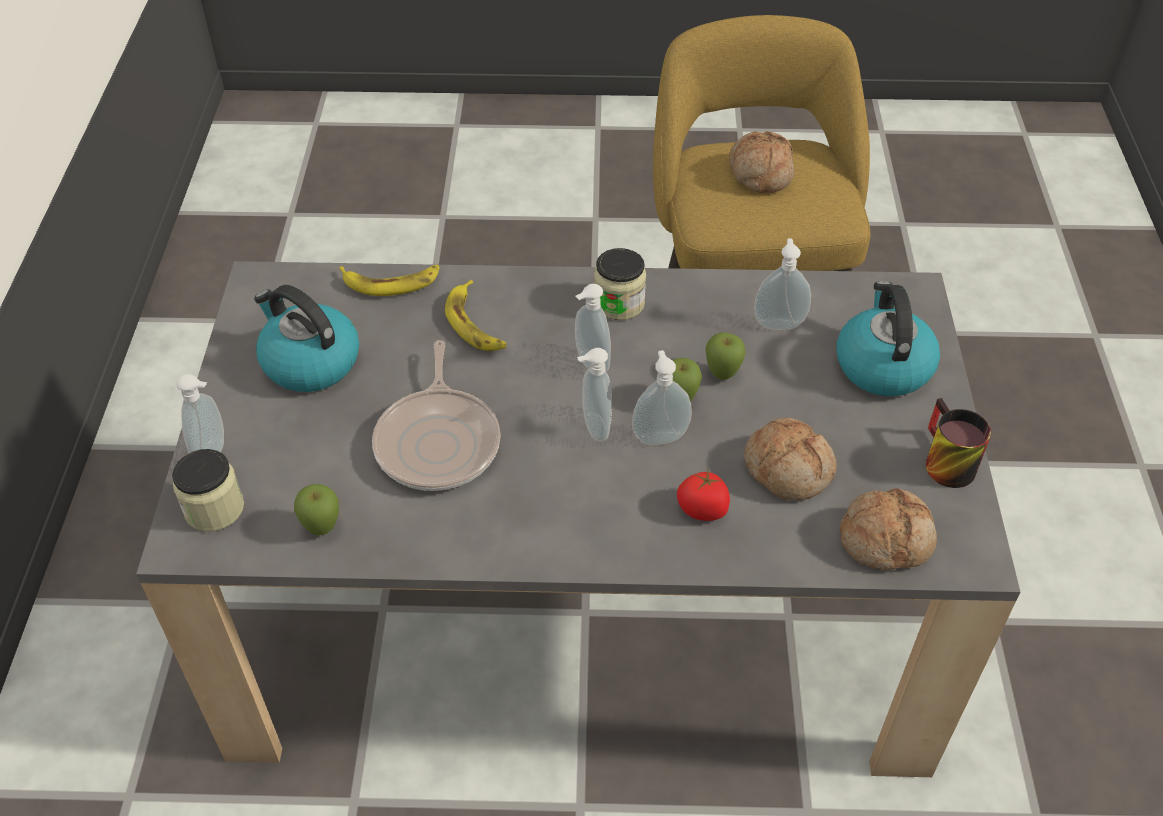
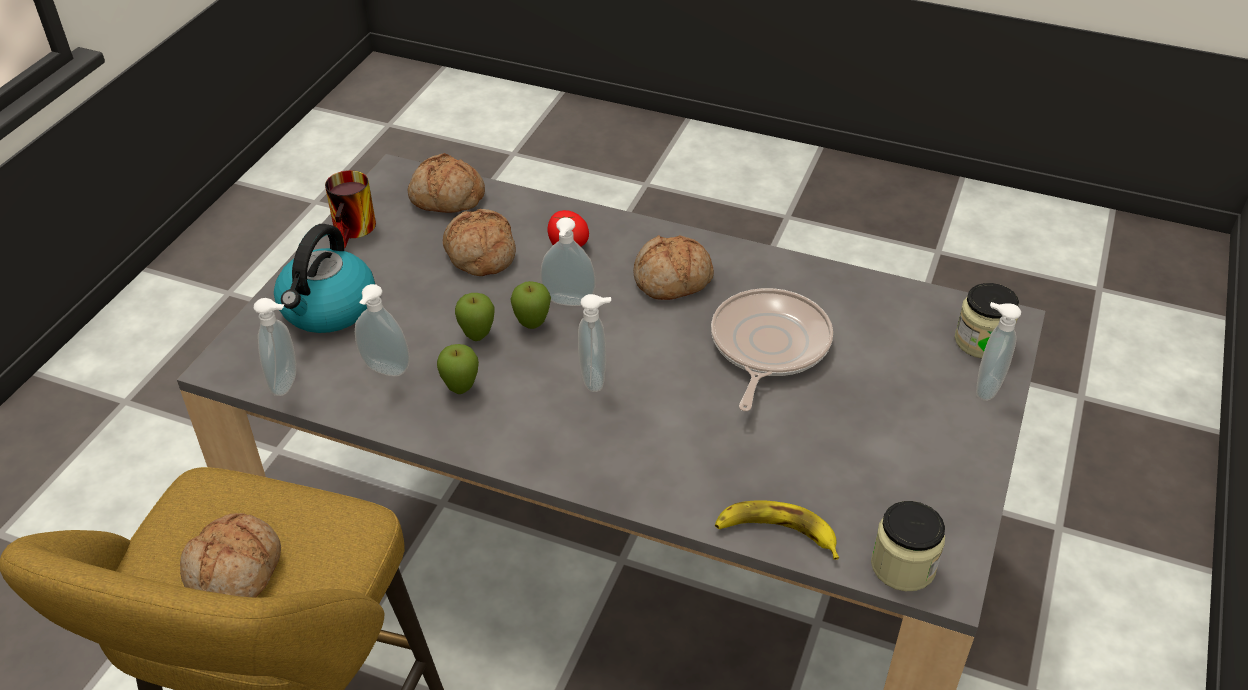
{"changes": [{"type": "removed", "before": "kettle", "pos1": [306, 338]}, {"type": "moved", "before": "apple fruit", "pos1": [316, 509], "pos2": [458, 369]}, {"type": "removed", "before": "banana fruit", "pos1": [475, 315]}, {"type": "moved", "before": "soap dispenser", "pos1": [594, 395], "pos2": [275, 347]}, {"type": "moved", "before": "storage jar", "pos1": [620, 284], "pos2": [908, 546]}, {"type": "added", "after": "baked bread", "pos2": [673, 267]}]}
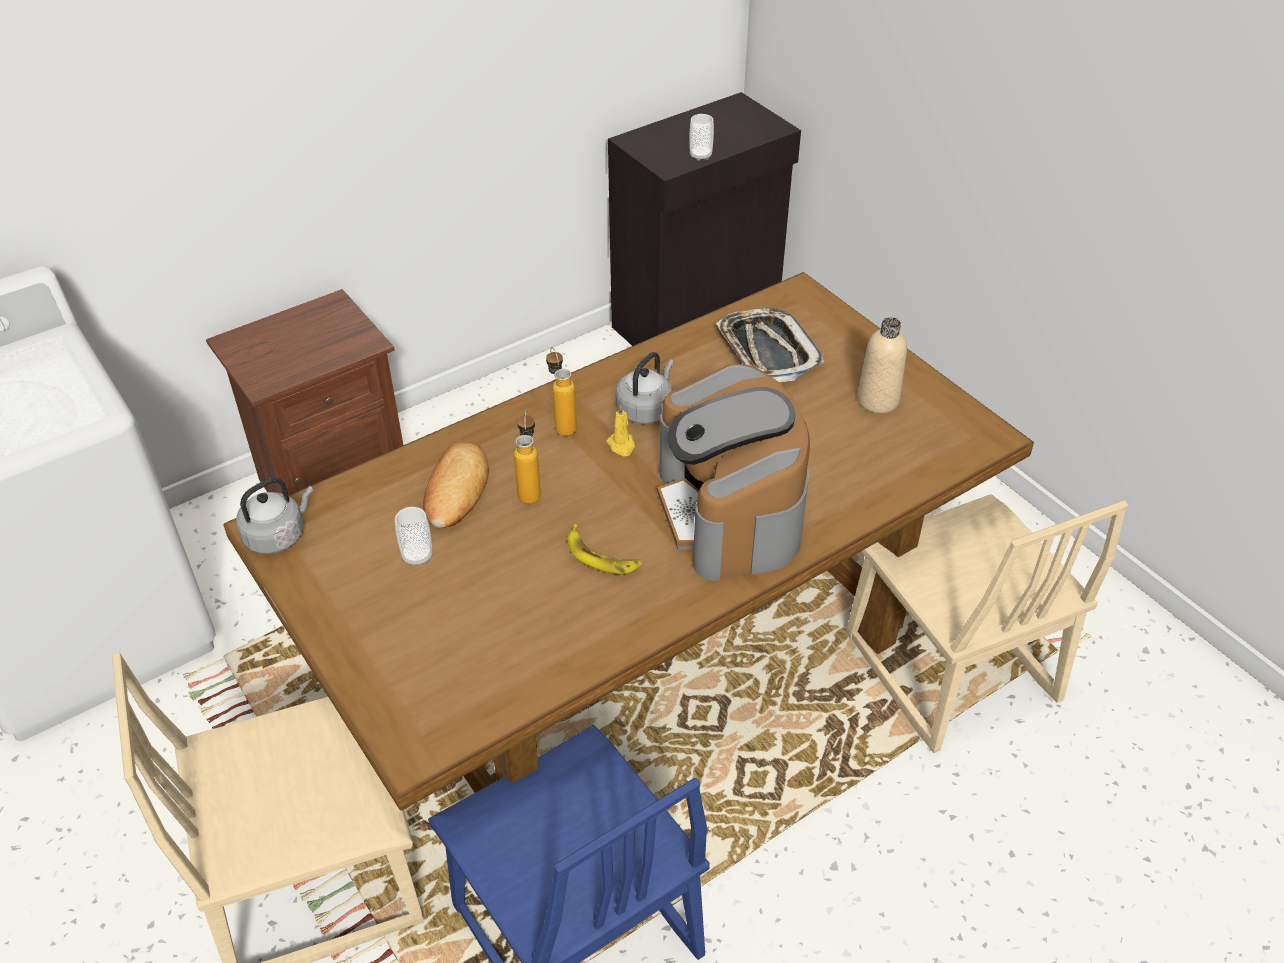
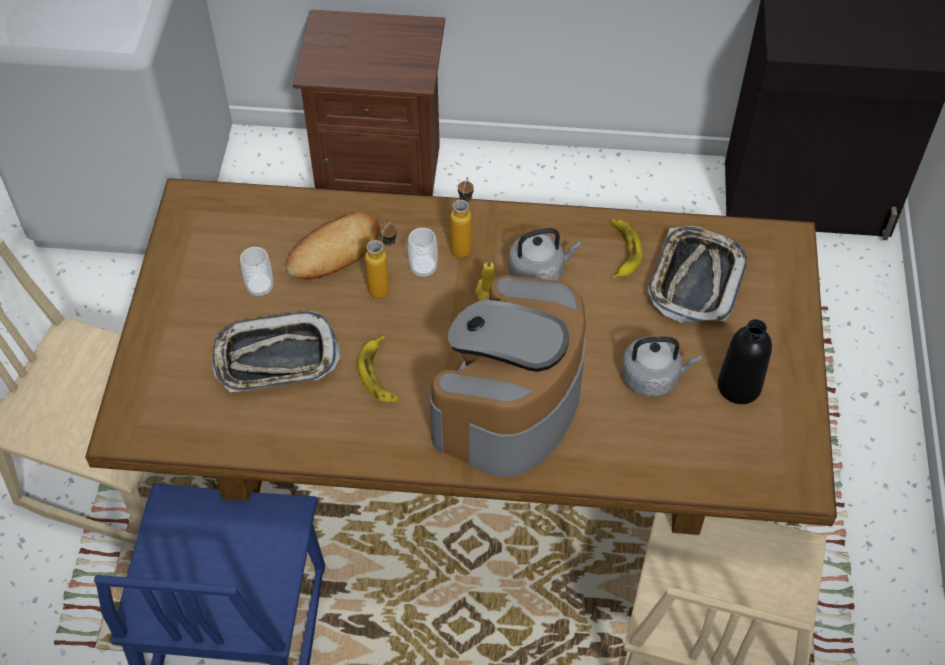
{"changes": [{"type": "moved", "before": "kettle (grey)", "pos1": [275, 516], "pos2": [661, 366]}, {"type": "moved", "before": "small cup", "pos1": [701, 137], "pos2": [423, 253]}, {"type": "recoloured", "before": "beverage bottle (sand-coloured)", "after": "beverage bottle (blackish)", "pos1": [882, 365], "pos2": [745, 361]}, {"type": "added", "after": "serving tray", "pos2": [276, 351]}, {"type": "added", "after": "banana fruit", "pos2": [626, 249]}]}
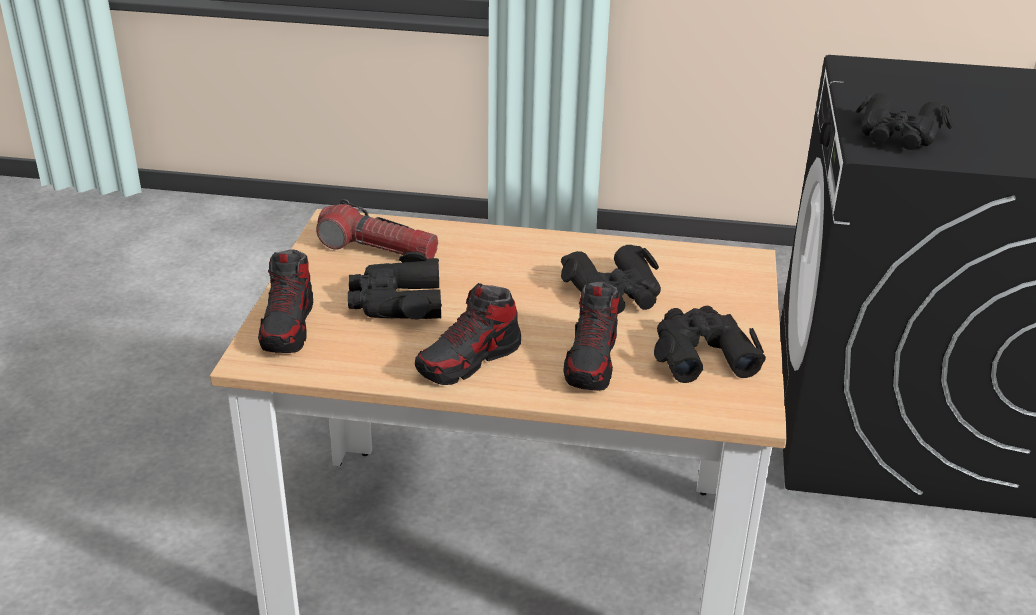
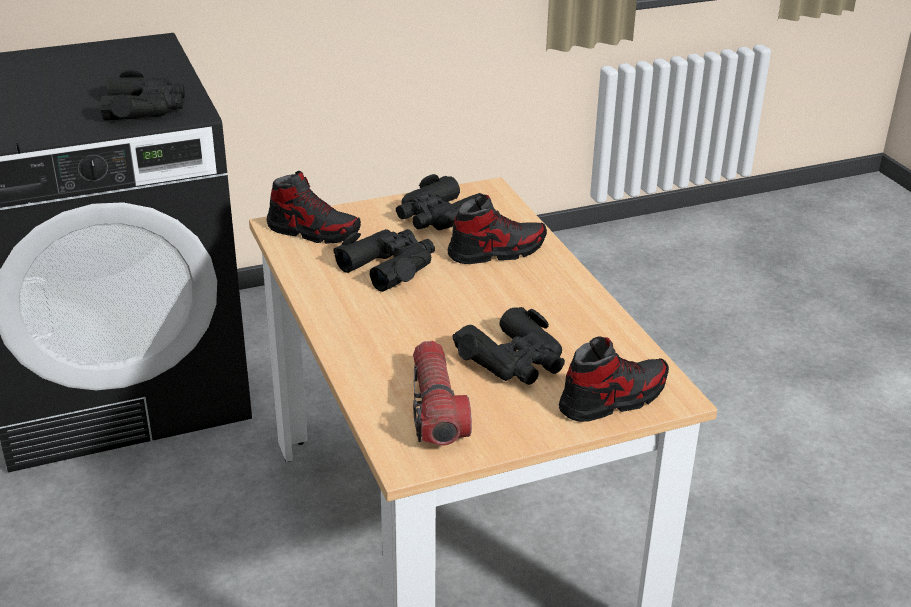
{"changes": [{"type": "moved", "before": "low shoe", "pos1": [468, 334], "pos2": [314, 207]}]}
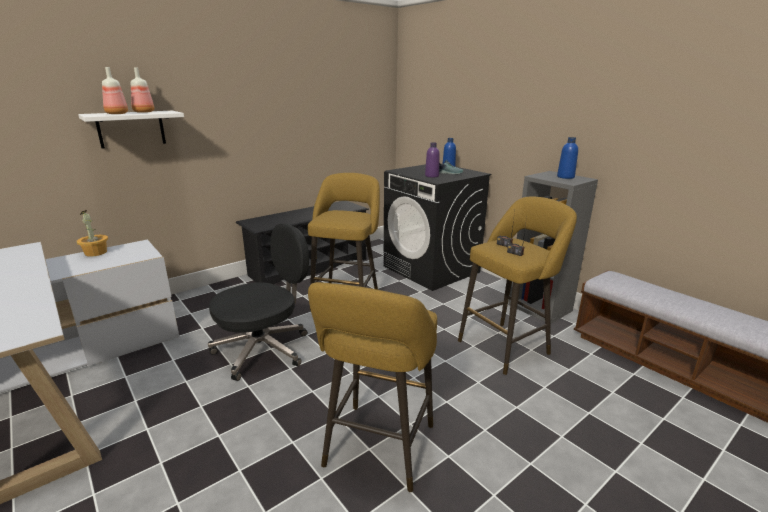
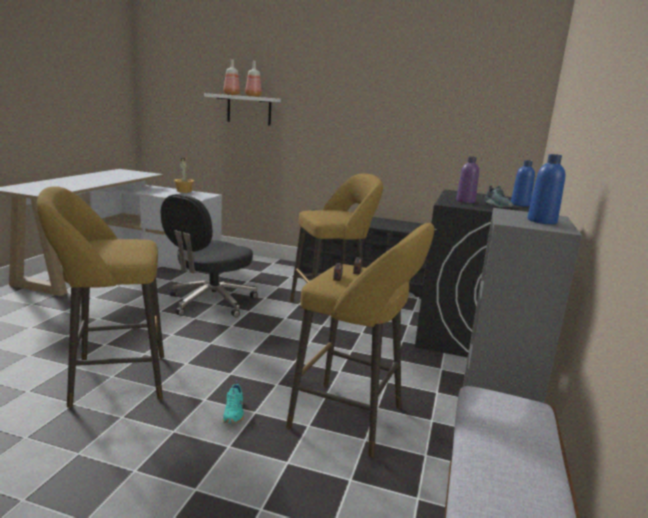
{"changes": [{"type": "turned", "before": "office chair (blackish)", "pos1": [258, 302], "pos2": [209, 255], "turn": 105}, {"type": "added", "after": "low shoe (turquoise)", "pos2": [233, 401]}]}
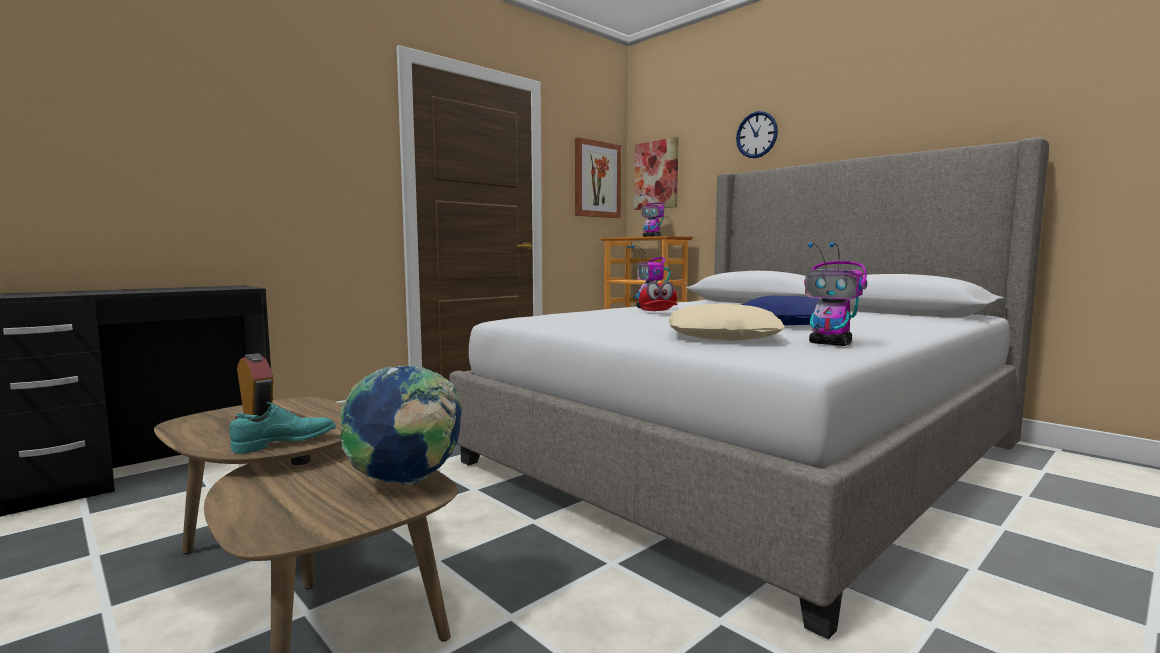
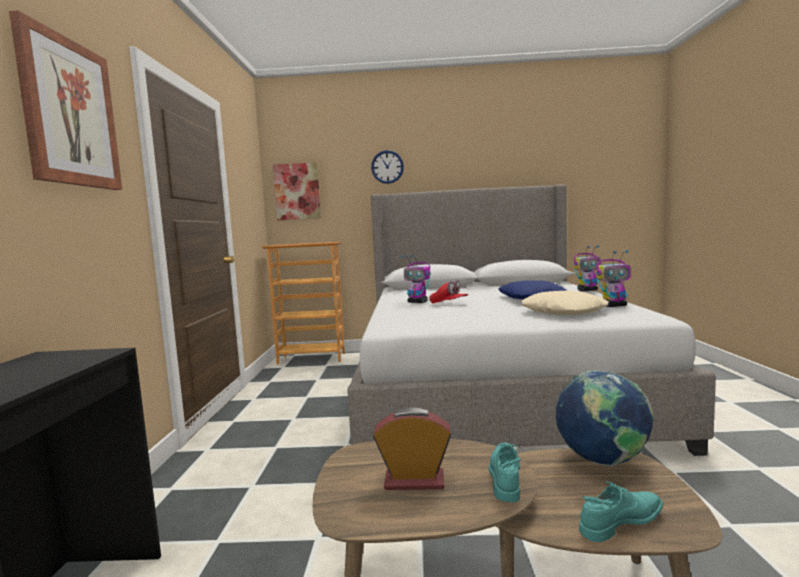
{"changes": [{"type": "moved", "before": "wall picture", "pos1": [598, 178], "pos2": [65, 100]}, {"type": "moved", "before": "toy robot", "pos1": [652, 215], "pos2": [587, 268]}, {"type": "added", "after": "low shoe (turquoise)", "pos2": [621, 511]}]}
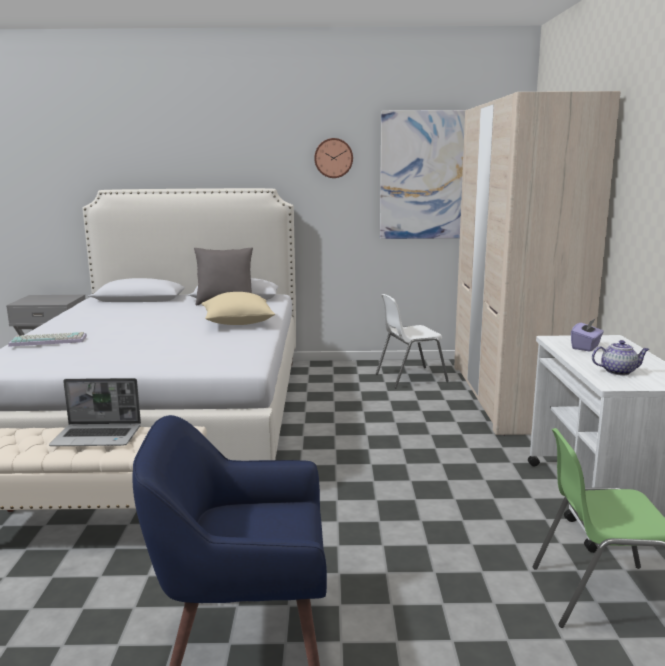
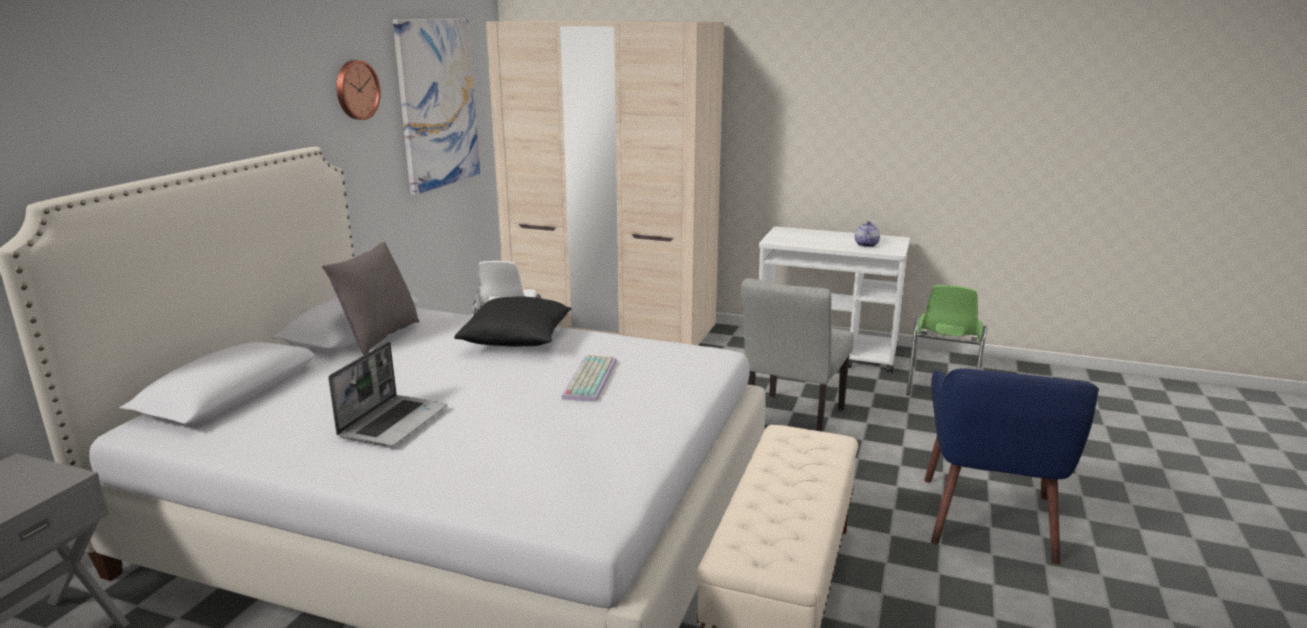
{"changes": [{"type": "moved", "before": "PC keyboard", "pos1": [47, 339], "pos2": [589, 378]}, {"type": "moved", "before": "laptop", "pos1": [95, 412], "pos2": [387, 394]}, {"type": "recoloured", "before": "throw pillow (sand-coloured)", "after": "throw pillow (blackish)", "pos1": [238, 308], "pos2": [513, 321]}, {"type": "removed", "before": "tissue holder (purplish)", "pos1": [587, 334]}, {"type": "added", "after": "chair (grey)", "pos2": [797, 355]}]}
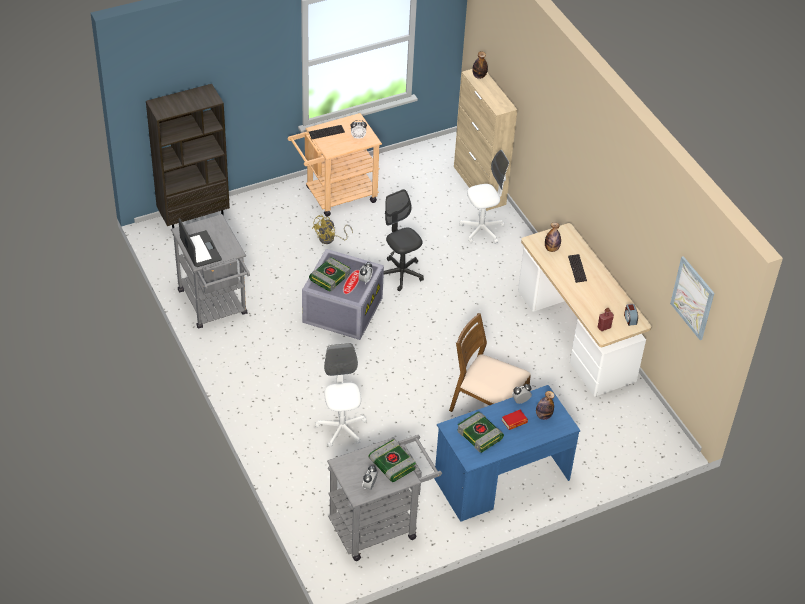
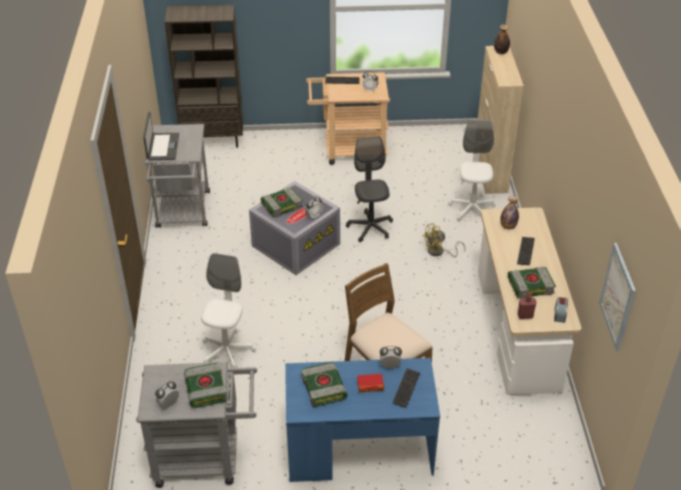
{"changes": [{"type": "moved", "before": "electric fan (yellow)", "pos1": [332, 229], "pos2": [443, 240]}, {"type": "turned", "before": "office chair (whitish)", "pos1": [484, 197], "pos2": [472, 170], "turn": -90}, {"type": "replaced", "before": "beverage bottle", "after": "PC keyboard", "pos1": [545, 405], "pos2": [406, 388]}, {"type": "added", "after": "book", "pos2": [532, 283]}]}
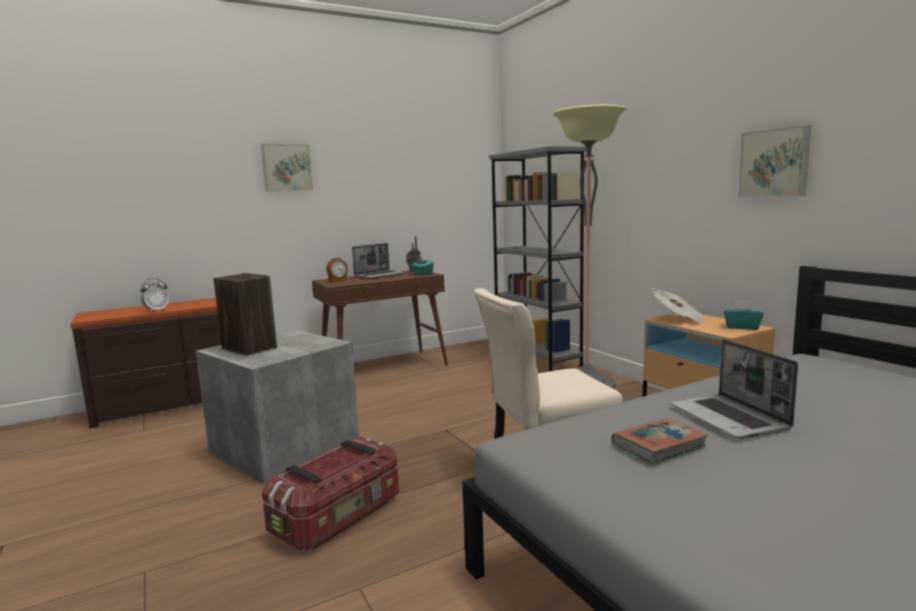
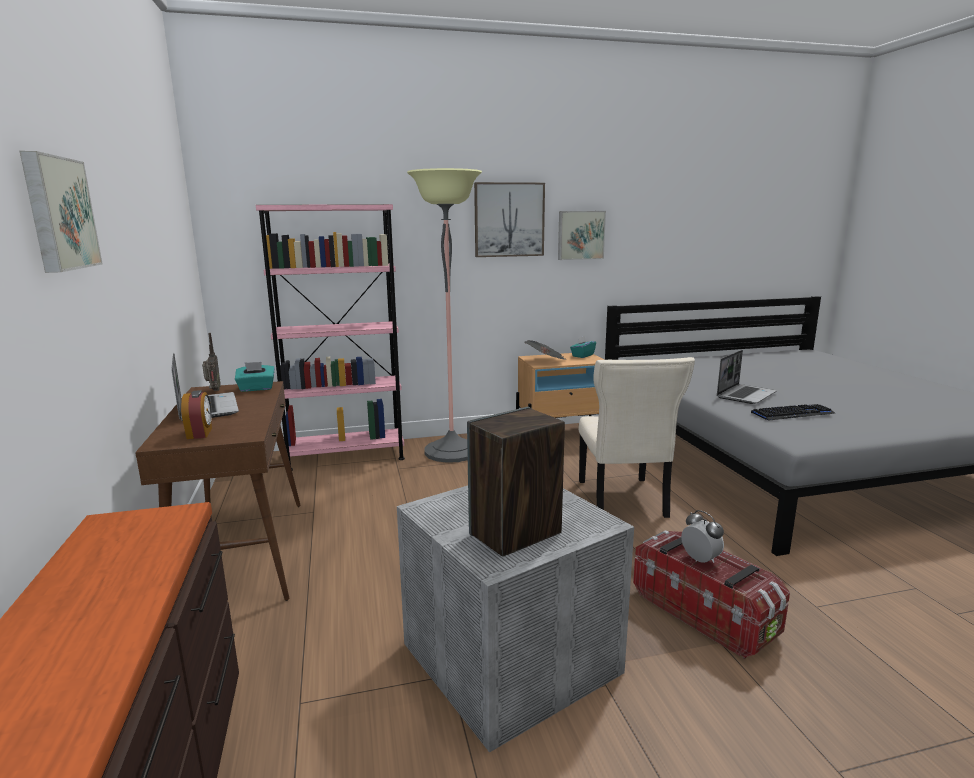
{"changes": [{"type": "moved", "before": "bedside clock", "pos1": [154, 295], "pos2": [702, 536]}, {"type": "recoloured", "before": "shelving unit (grey)", "after": "shelving unit (pink-coloured)", "pos1": [537, 258], "pos2": [330, 337]}, {"type": "replaced", "before": "book", "after": "PC keyboard", "pos1": [659, 441], "pos2": [793, 412]}, {"type": "turned", "before": "laptop", "pos1": [734, 389], "pos2": [746, 377], "turn": -45}, {"type": "added", "after": "wall picture", "pos2": [509, 219]}]}
